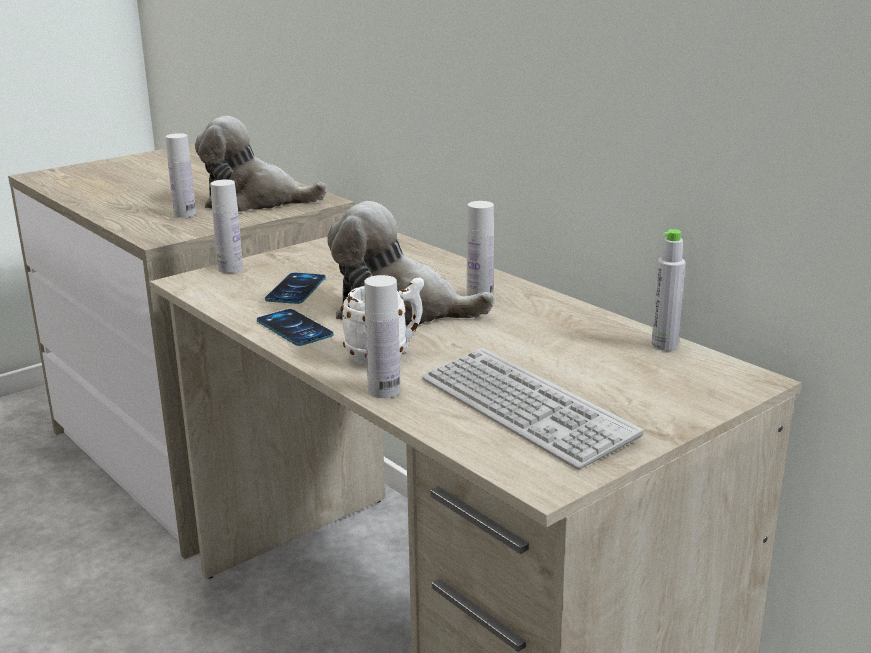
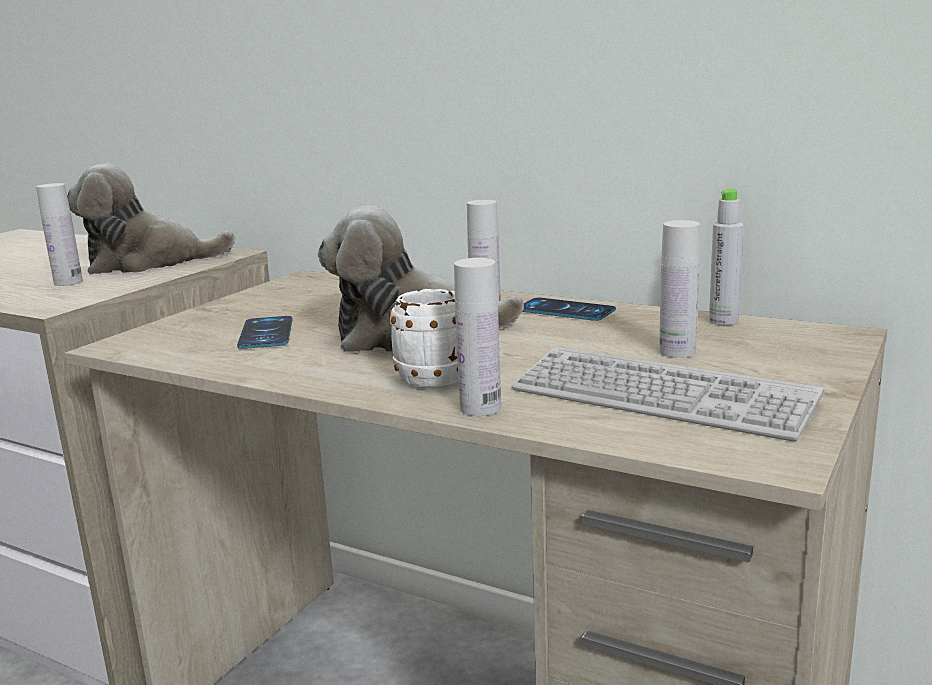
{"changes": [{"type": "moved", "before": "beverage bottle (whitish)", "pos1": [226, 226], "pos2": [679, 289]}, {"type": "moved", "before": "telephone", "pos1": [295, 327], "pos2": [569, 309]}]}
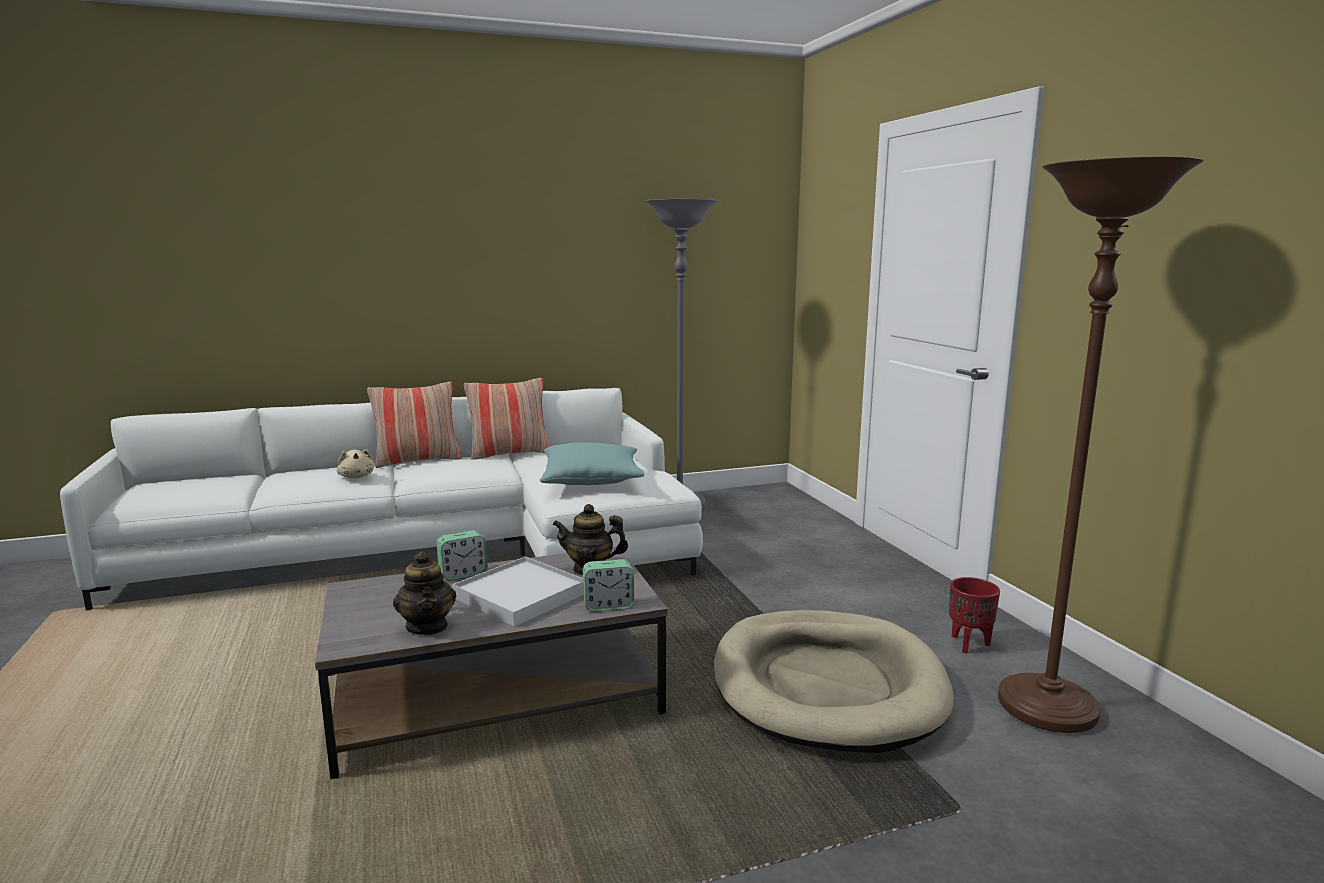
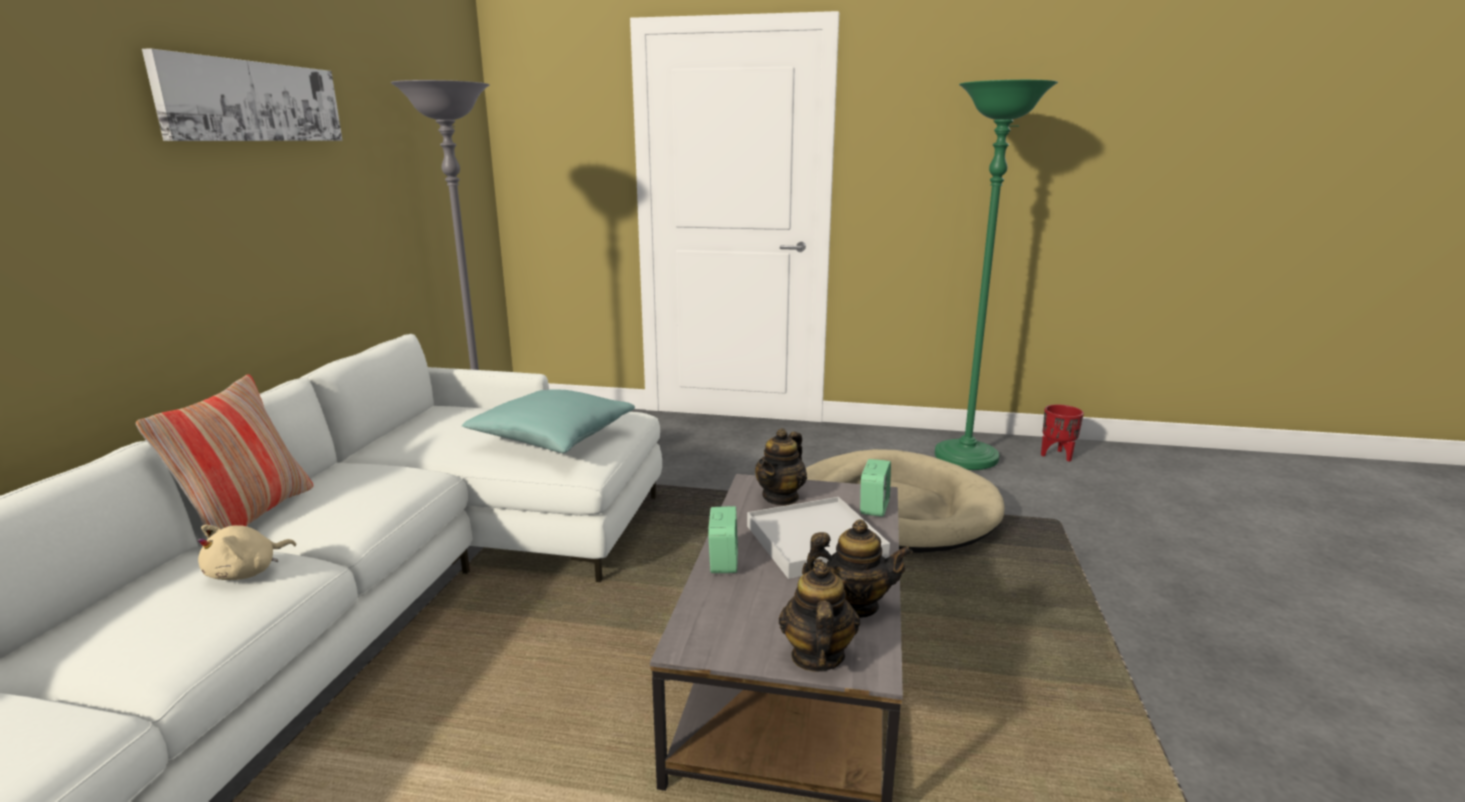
{"changes": [{"type": "turned", "before": "plush toy (sand-coloured)", "pos1": [356, 464], "pos2": [246, 552], "turn": 120}, {"type": "removed", "before": "throw pillow", "pos1": [507, 419]}, {"type": "moved", "before": "flower pot (red-coloured)", "pos1": [974, 615], "pos2": [1062, 433]}, {"type": "recoloured", "before": "standard lamp (brown)", "after": "standard lamp (greenish)", "pos1": [1101, 445], "pos2": [996, 275]}, {"type": "added", "after": "wall picture", "pos2": [242, 94]}, {"type": "added", "after": "tea pot", "pos2": [819, 615]}]}
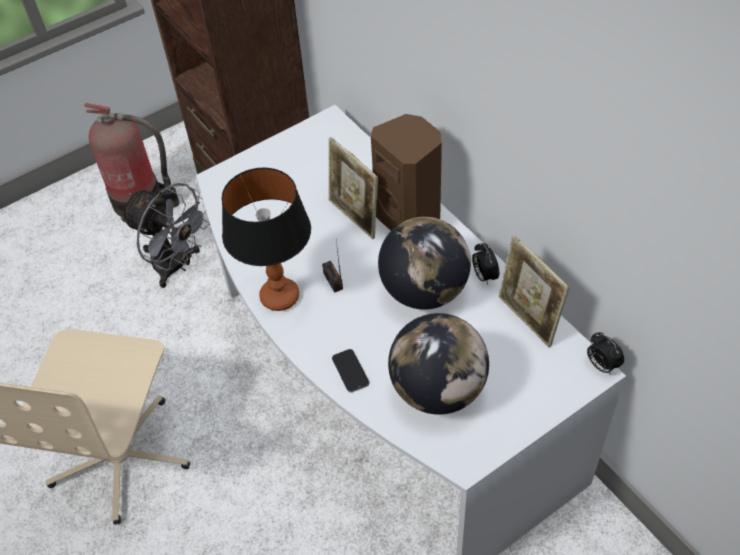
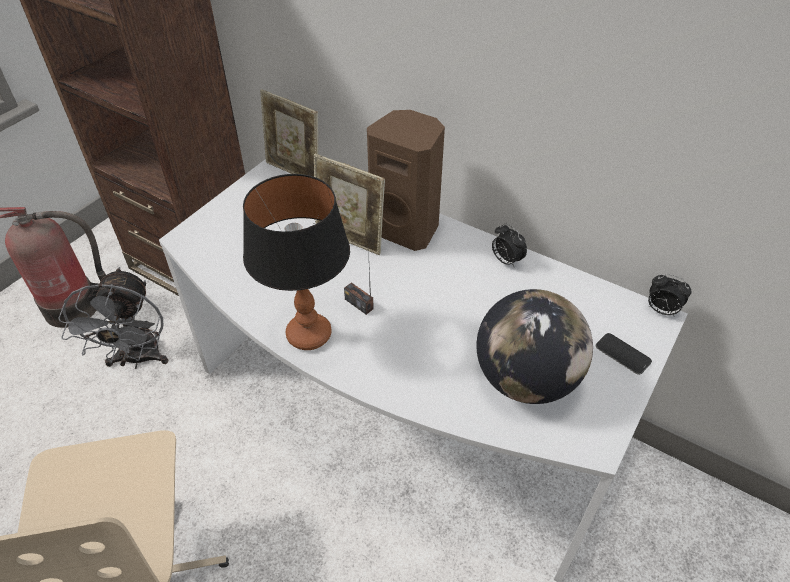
{"changes": [{"type": "turned", "before": "electric fan (grey)", "pos1": [165, 235], "pos2": [113, 318], "turn": 75}, {"type": "moved", "before": "telephone", "pos1": [350, 370], "pos2": [623, 354]}, {"type": "removed", "before": "globe", "pos1": [424, 263]}, {"type": "moved", "before": "standing frame", "pos1": [534, 291], "pos2": [289, 133]}]}
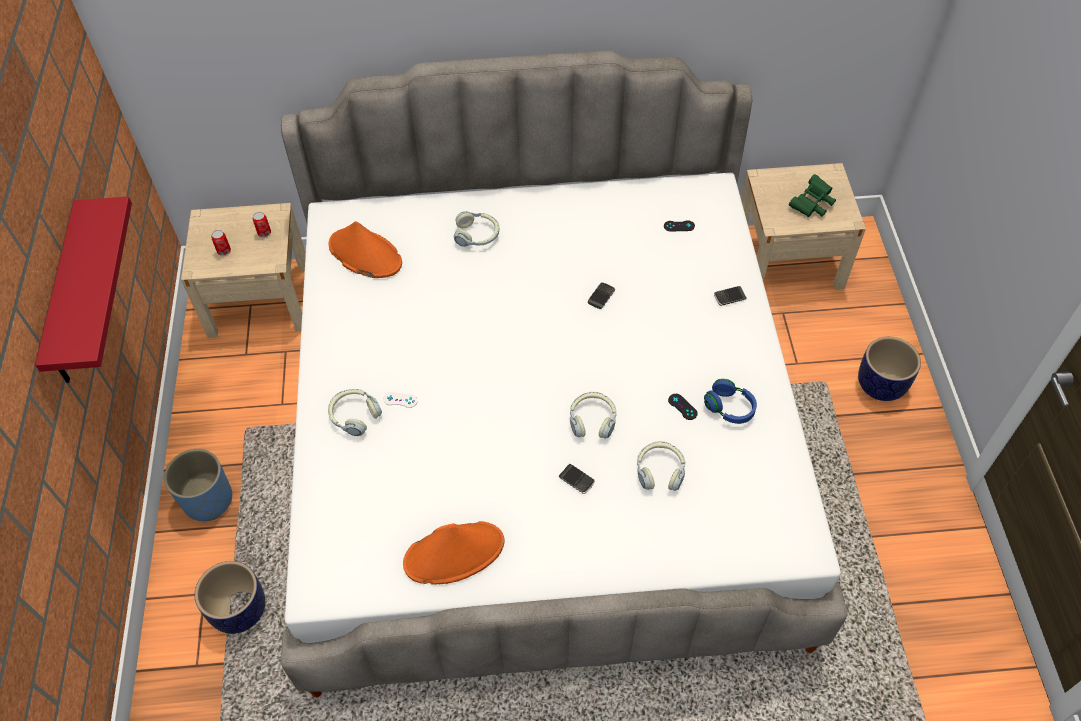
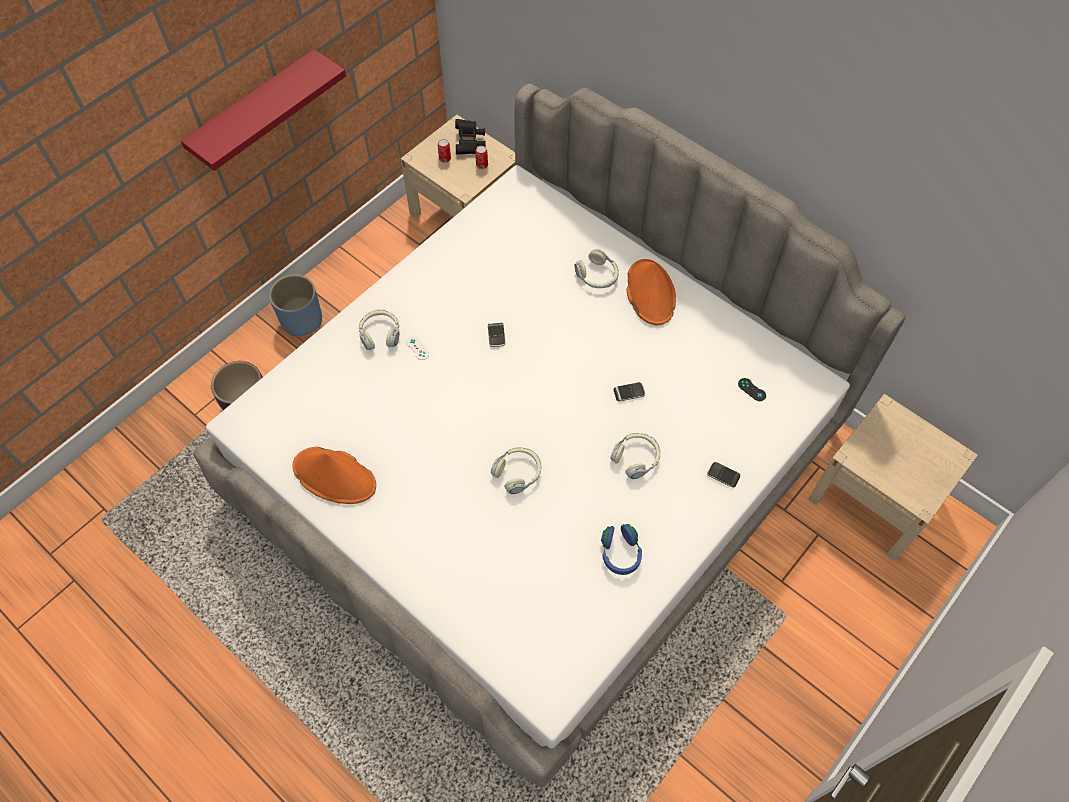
{"changes": [{"type": "moved", "before": "clothing hat (orangey)", "pos1": [365, 249], "pos2": [651, 292]}, {"type": "moved", "before": "telephone", "pos1": [577, 479], "pos2": [496, 335]}, {"type": "moved", "before": "pair of headphones", "pos1": [661, 466], "pos2": [635, 456]}, {"type": "removed", "before": "joypad (blackish)", "pos1": [683, 407]}, {"type": "removed", "before": "pair of binoculars (greenish)", "pos1": [812, 195]}, {"type": "removed", "before": "flower pot", "pos1": [889, 369]}, {"type": "added", "after": "pair of binoculars (blackish)", "pos2": [470, 137]}]}
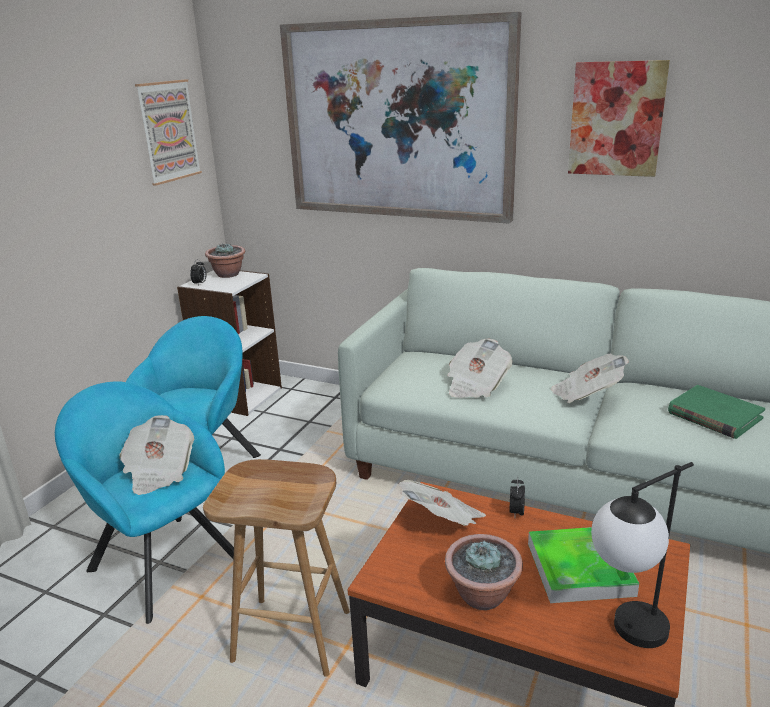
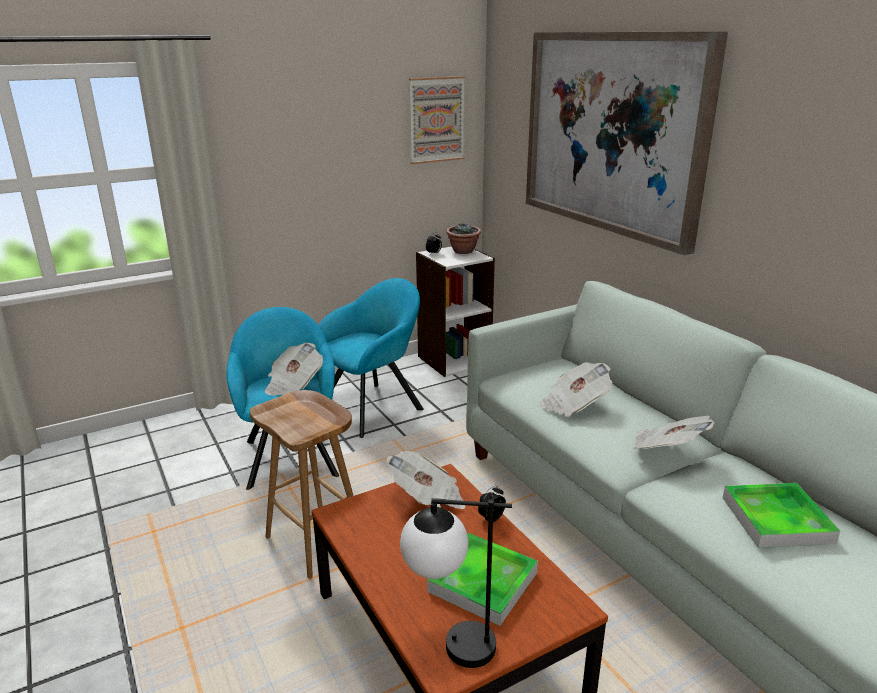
{"changes": [{"type": "removed", "before": "houseplant", "pos1": [484, 572]}, {"type": "removed", "before": "wall picture", "pos1": [619, 118]}, {"type": "replaced", "before": "book (greenish)", "after": "serving tray", "pos1": [716, 412], "pos2": [781, 515]}]}
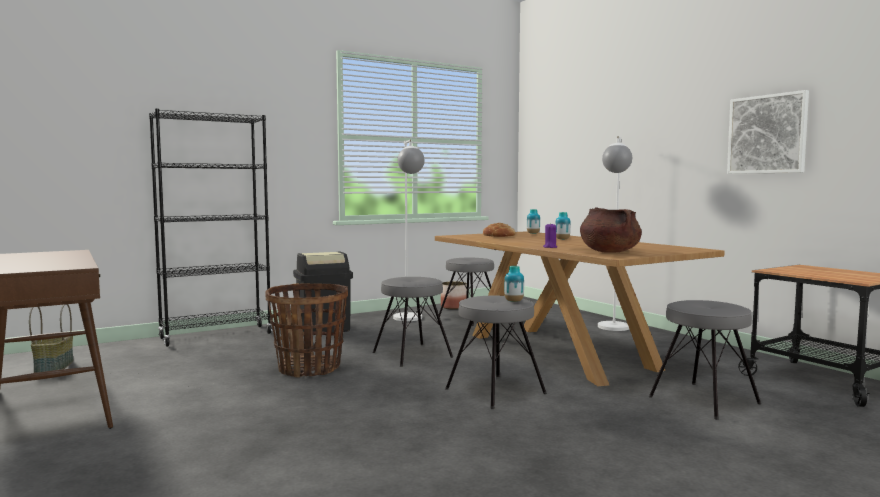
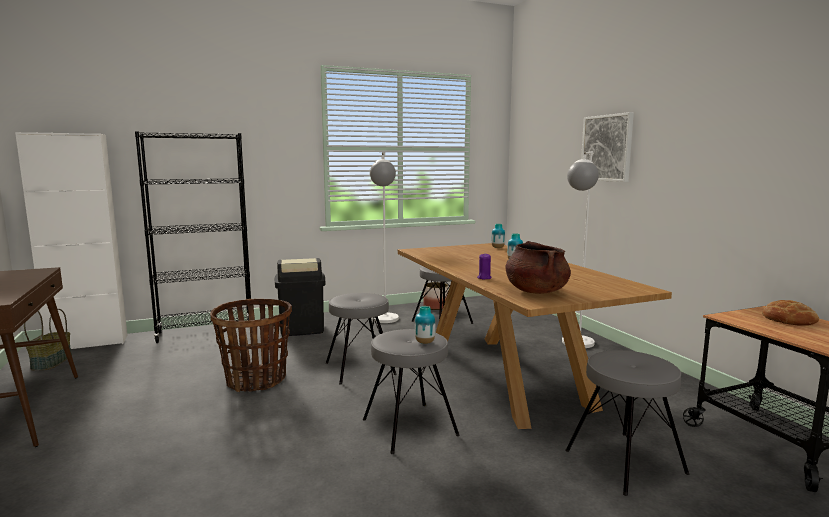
{"changes": [{"type": "moved", "before": "baked bread", "pos1": [499, 230], "pos2": [790, 313]}, {"type": "moved", "before": "wall picture", "pos1": [768, 132], "pos2": [607, 147]}, {"type": "added", "after": "storage cabinet (whitish)", "pos2": [71, 240]}]}
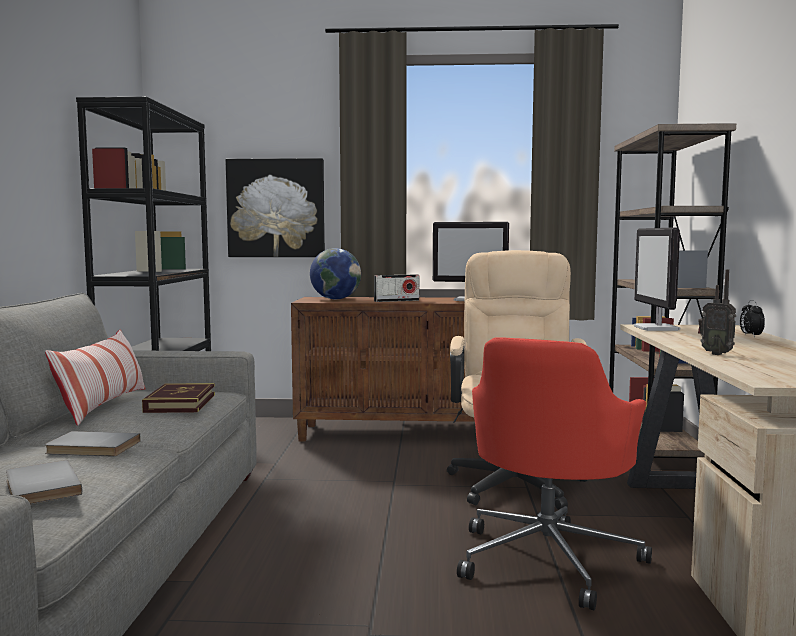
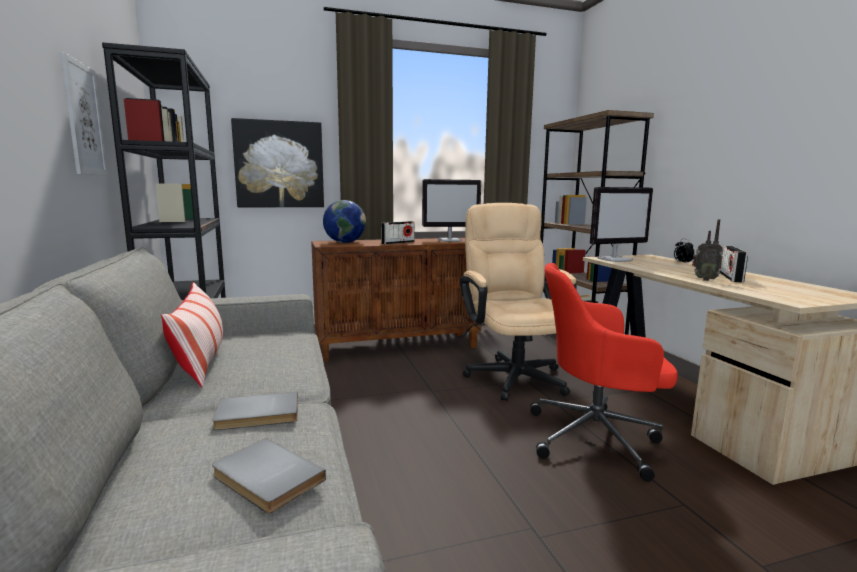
{"changes": [{"type": "removed", "before": "book", "pos1": [178, 398]}, {"type": "turned", "before": "office chair (red-coloured)", "pos1": [554, 473], "pos2": [604, 372], "turn": 90}, {"type": "turned", "before": "computer screen", "pos1": [657, 279], "pos2": [621, 224], "turn": -90}, {"type": "added", "after": "wall picture", "pos2": [84, 114]}, {"type": "added", "after": "radio", "pos2": [734, 264]}]}
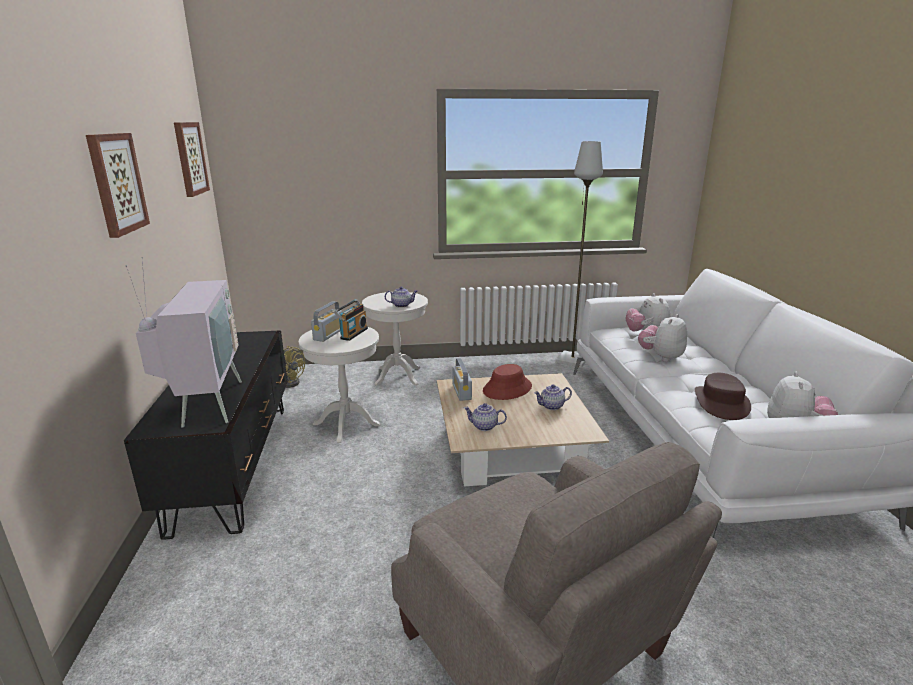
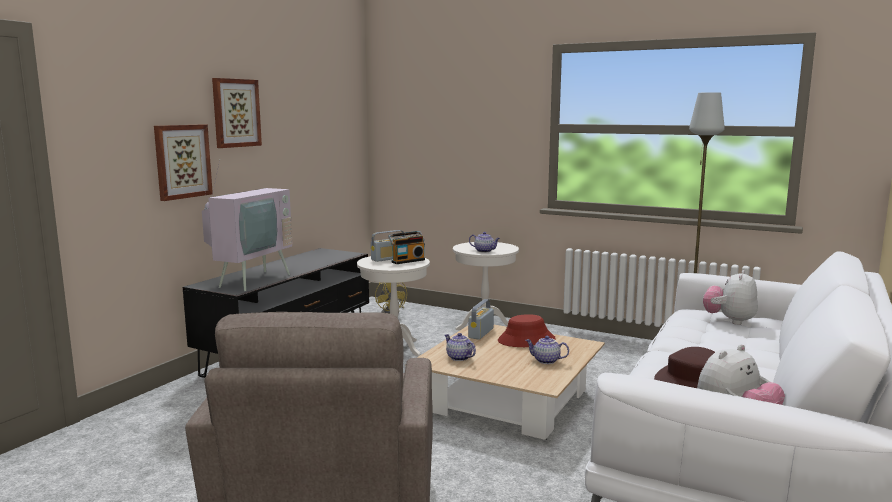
{"changes": [{"type": "moved", "before": "wall picture", "pos1": [192, 159], "pos2": [183, 162]}, {"type": "removed", "before": "plush toy", "pos1": [662, 338]}]}
